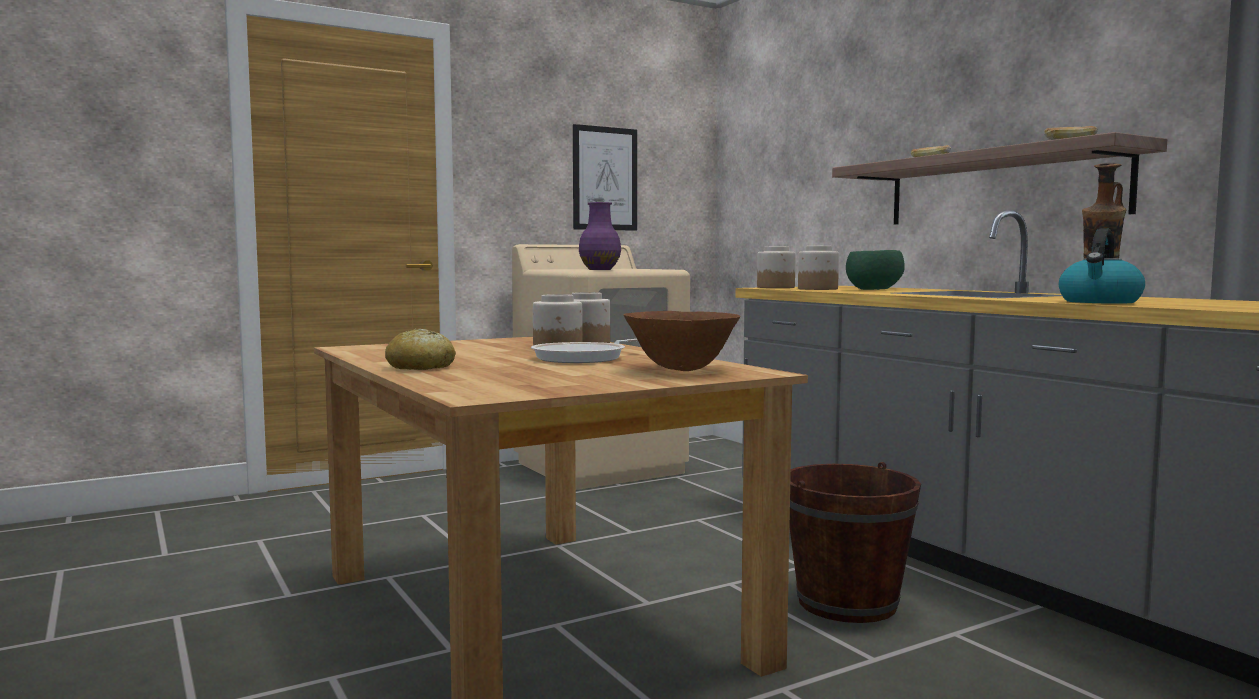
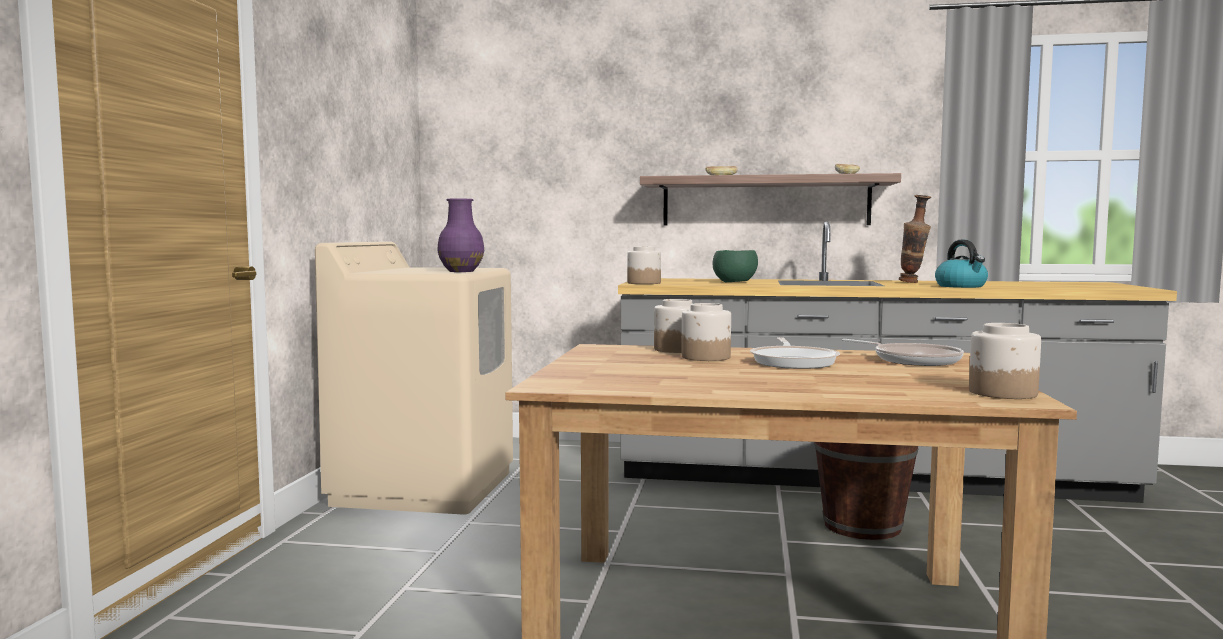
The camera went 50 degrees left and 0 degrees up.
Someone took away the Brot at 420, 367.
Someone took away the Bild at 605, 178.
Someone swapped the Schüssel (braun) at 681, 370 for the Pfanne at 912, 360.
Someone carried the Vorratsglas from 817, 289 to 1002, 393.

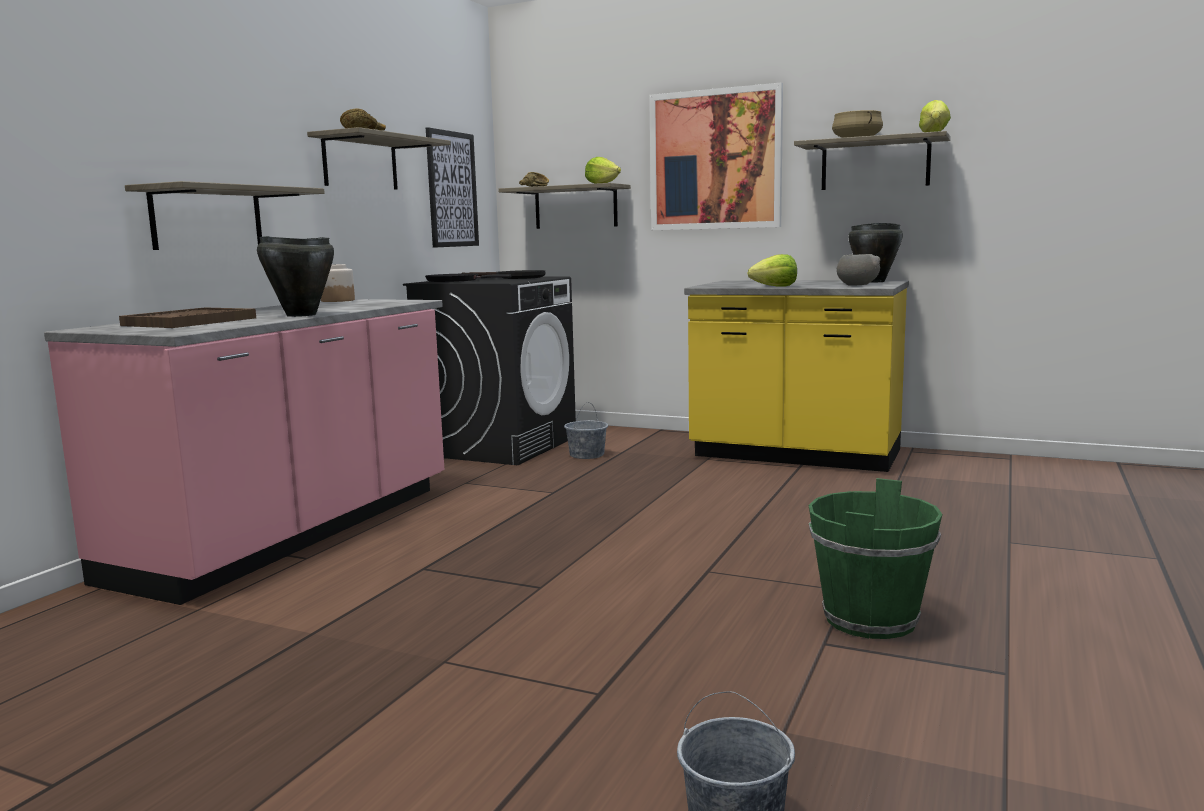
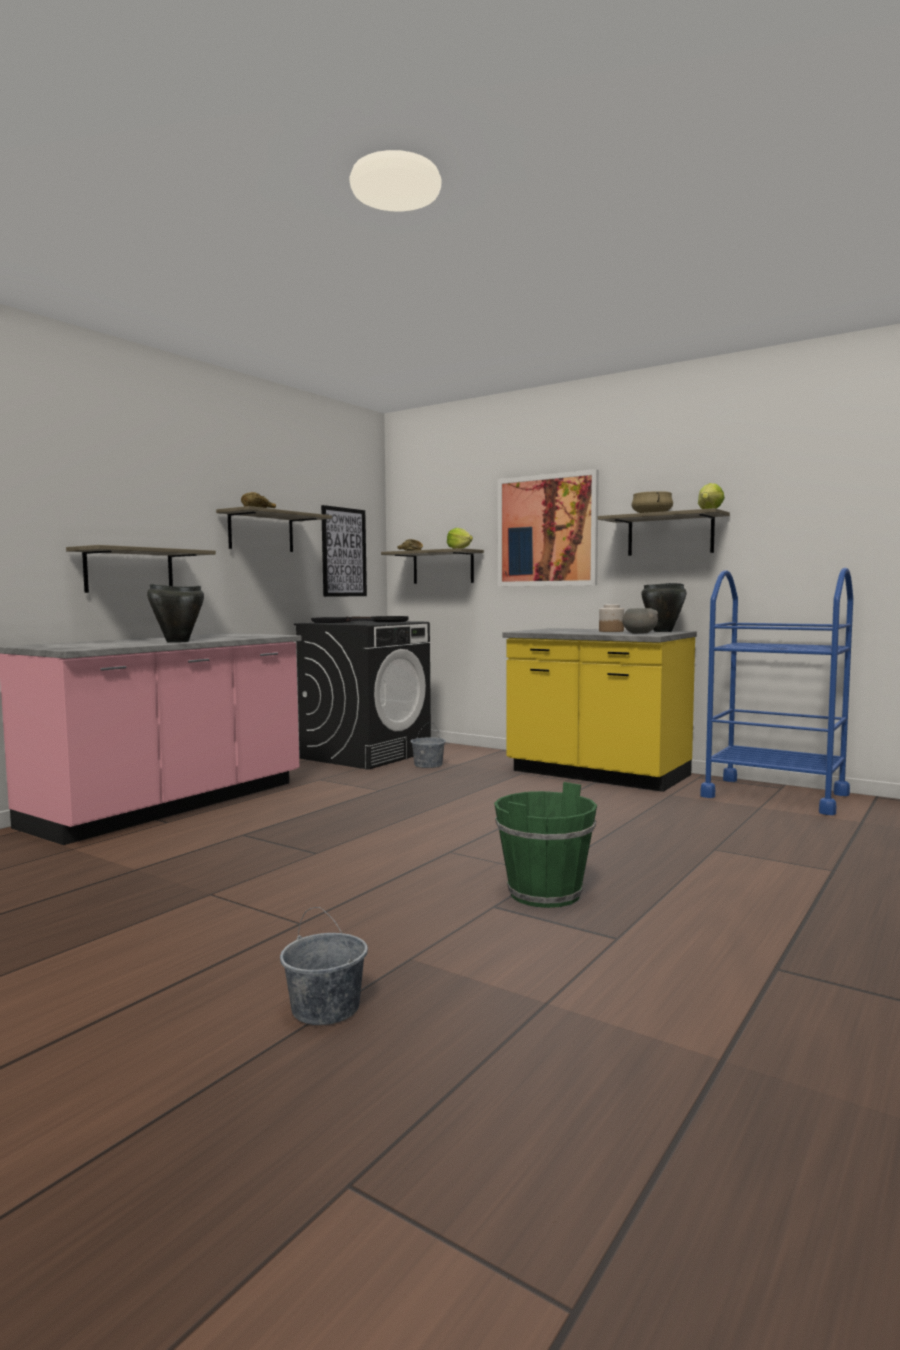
The camera went 10 degrees right and 5 degrees down.
Someone took away the Tablett (braun) at 190, 322.
Someone carried the Vorratsglas from 337, 300 to 611, 631.
Someone took away the Salatkopf at 775, 286.
Someone put down the Rollwagen (blau) at 774, 795.

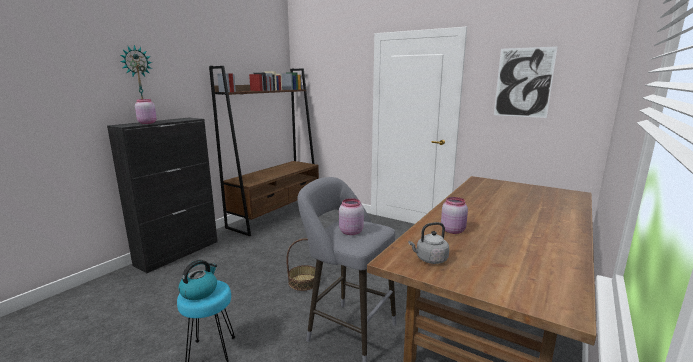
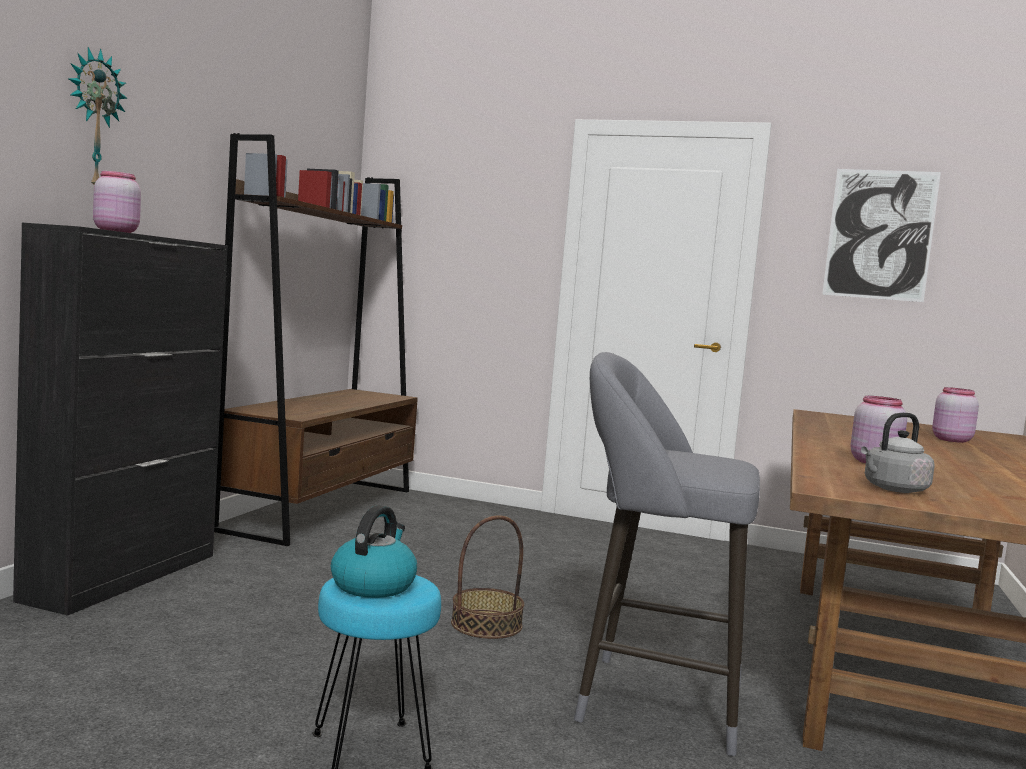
The camera went 15 degrees left and 10 degrees down.
Someone carried the Vorratsglas (rosa) from 350, 232 to 950, 440.

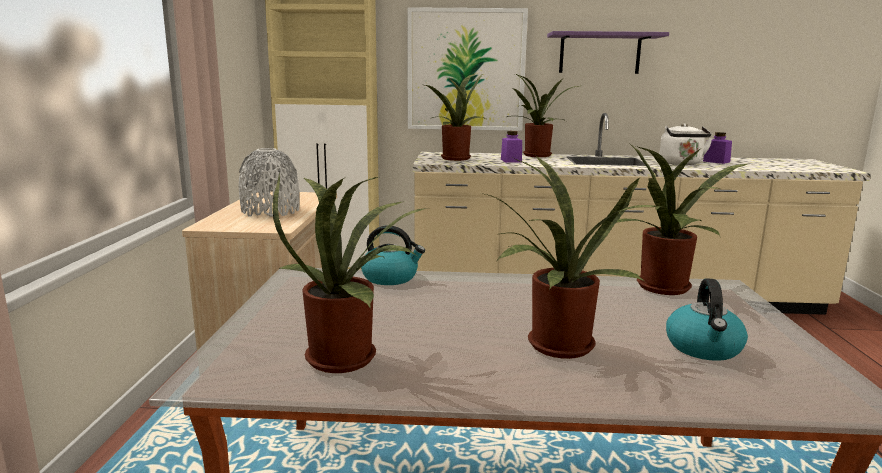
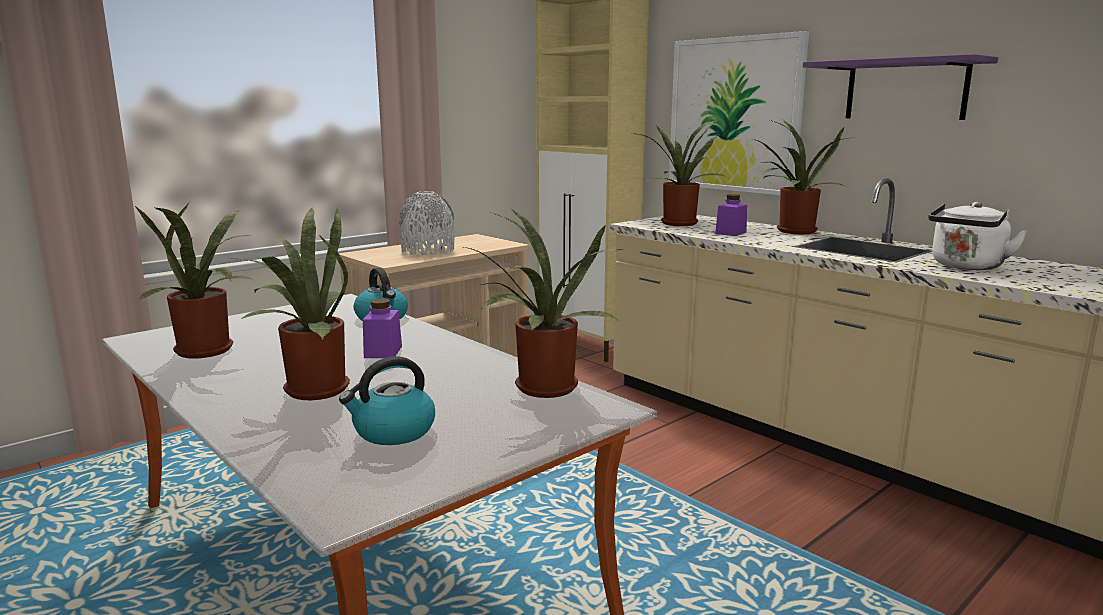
The camera went 45 degrees right and 0 degrees up.
Someone carried the Vorratsglas (lila) from 716, 161 to 383, 352.

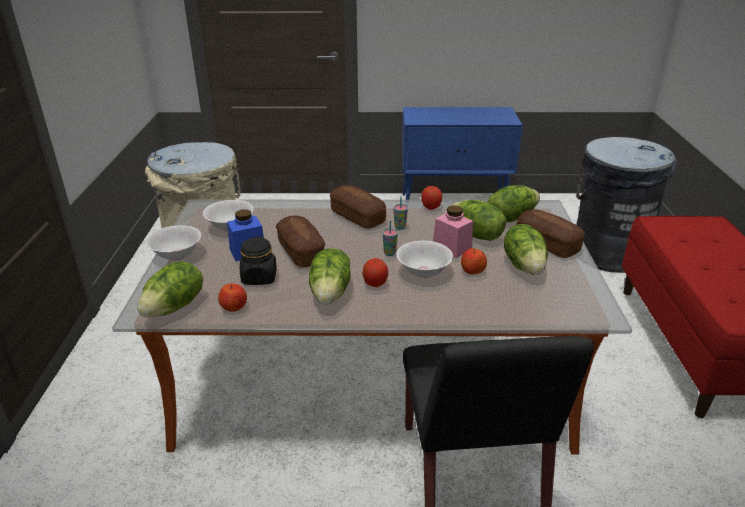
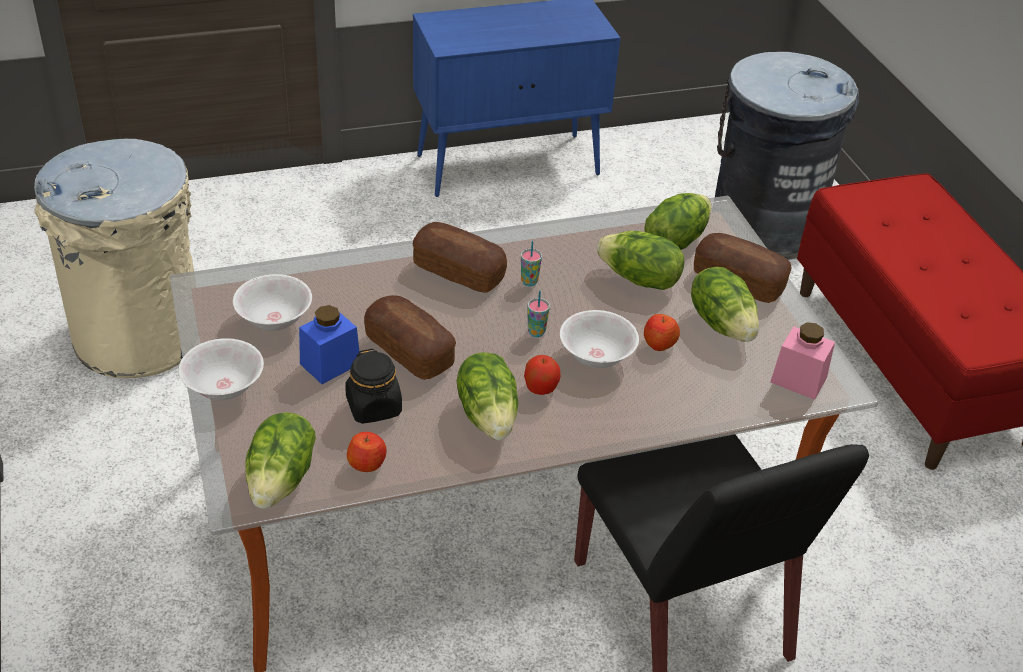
The camera went 20 degrees left and 10 degrees up.
Someone took away the Apfel at 431, 207.
Someone carried the Vorratsglas (rosa) from 452, 247 to 798, 380.

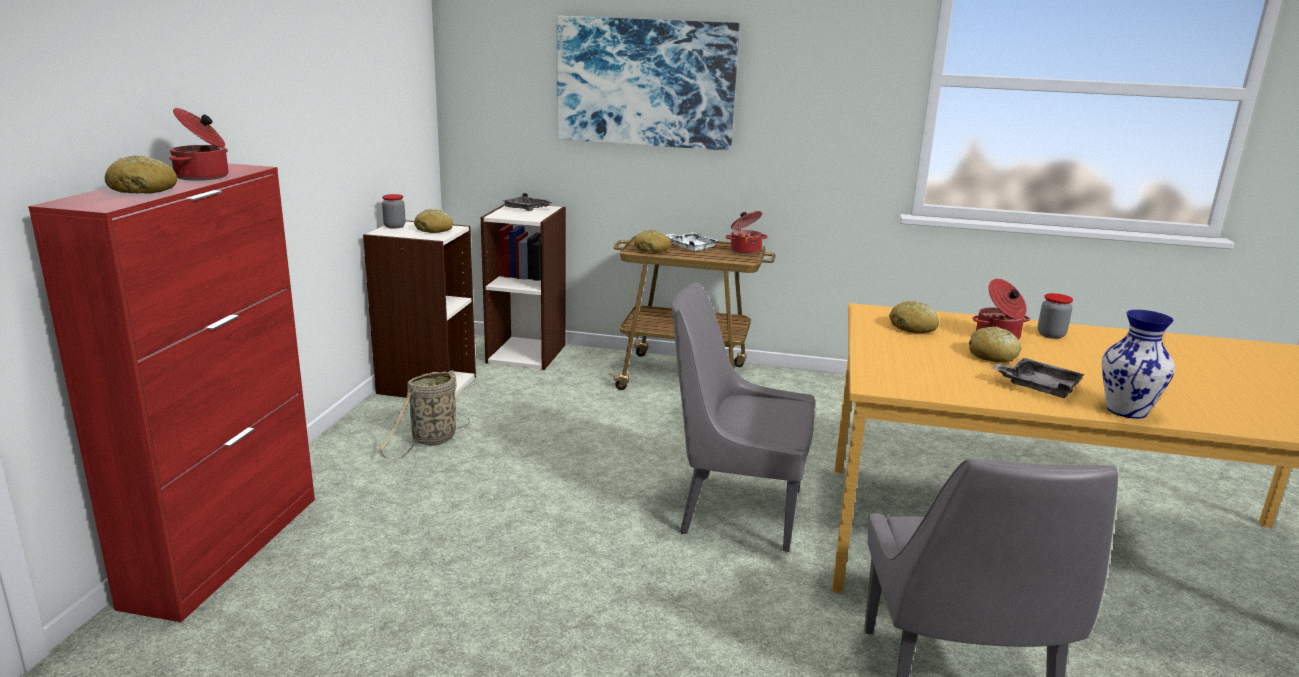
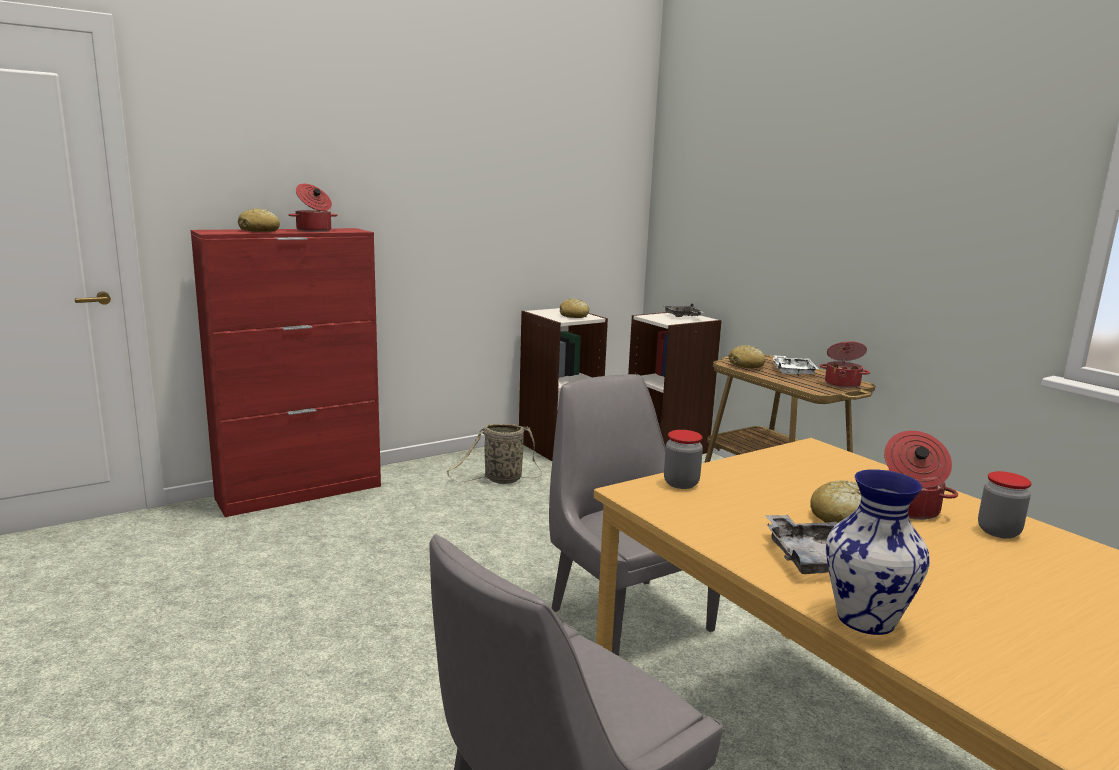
The camera went 45 degrees right and 5 degrees down.
Someone carried the Vorratsglas from 394, 226 to 681, 483.
Someone took away the Bild at 645, 83.
Someone took away the Brot at 913, 328.

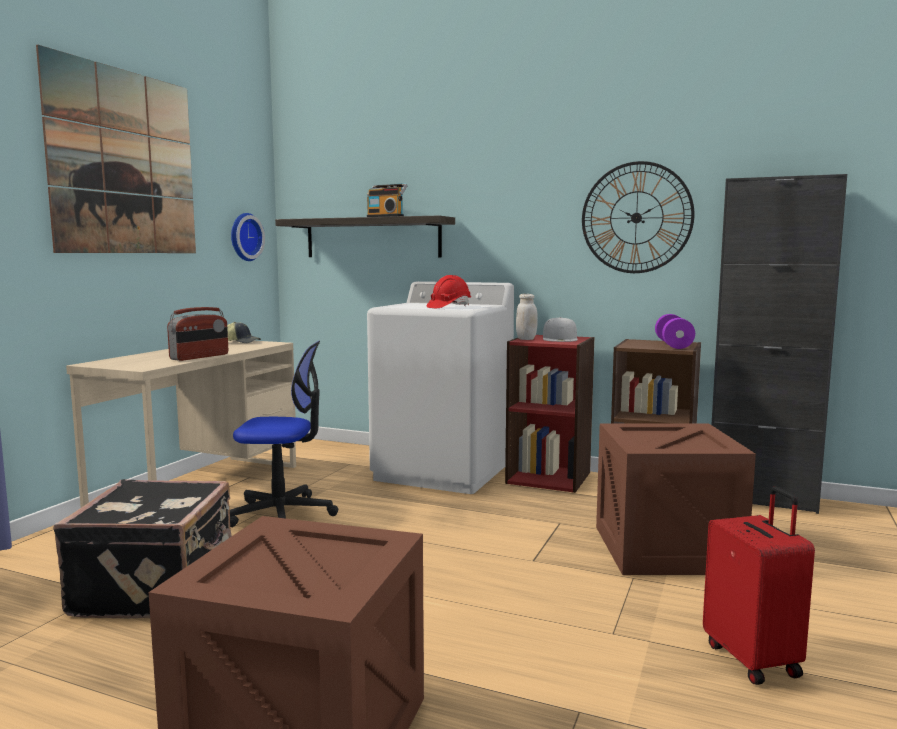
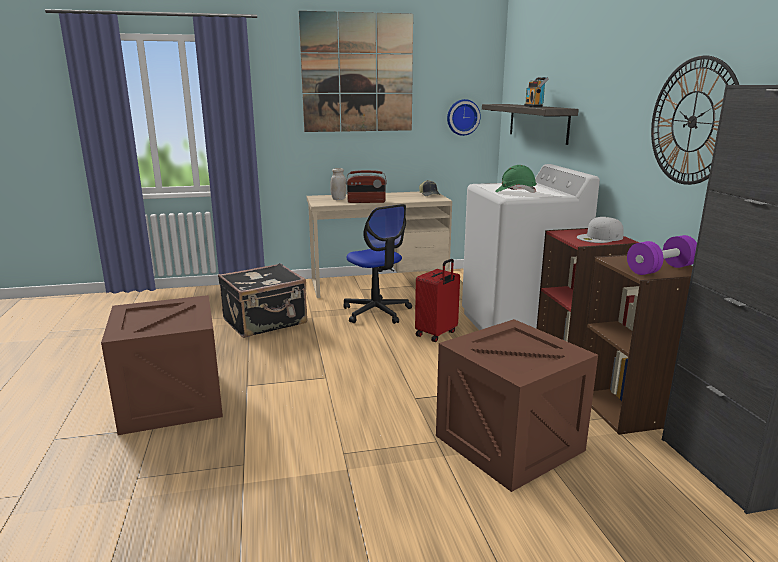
The camera went 55 degrees right and 10 degrees up.
Someone repainted the Schutzhelm (rot) at 449, 307, which became the Schutzhelm (grün) at 515, 192.
Someone carried the Vorratsglas (weiß) from 526, 339 to 338, 199.
Someone carried the Koffer (rot) from 753, 659 to 437, 334.

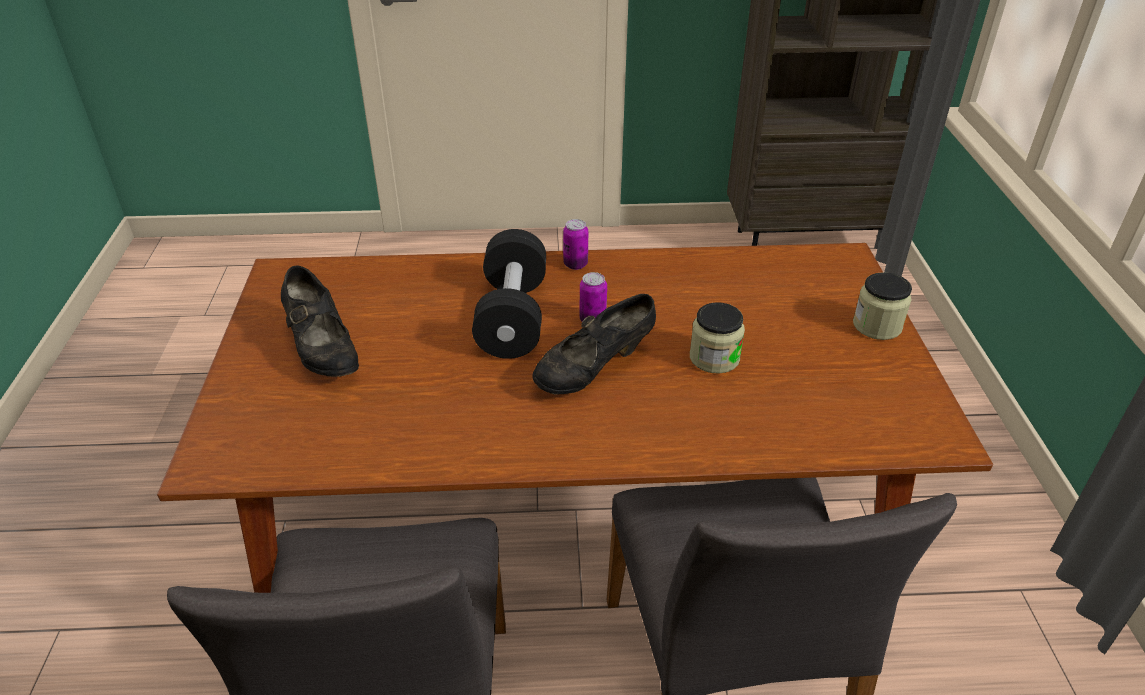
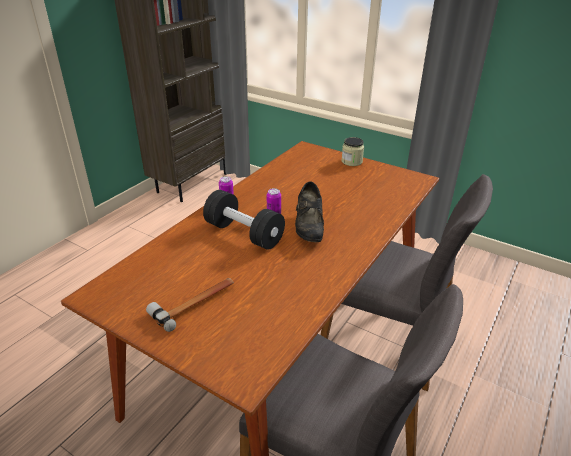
The camera went 55 degrees left and 5 degrees down.
Someone swapped the Schuh (schwarz) at 323, 352 for the Hammer at 195, 303.
Someone took away the Vorratsglas at 714, 358.

